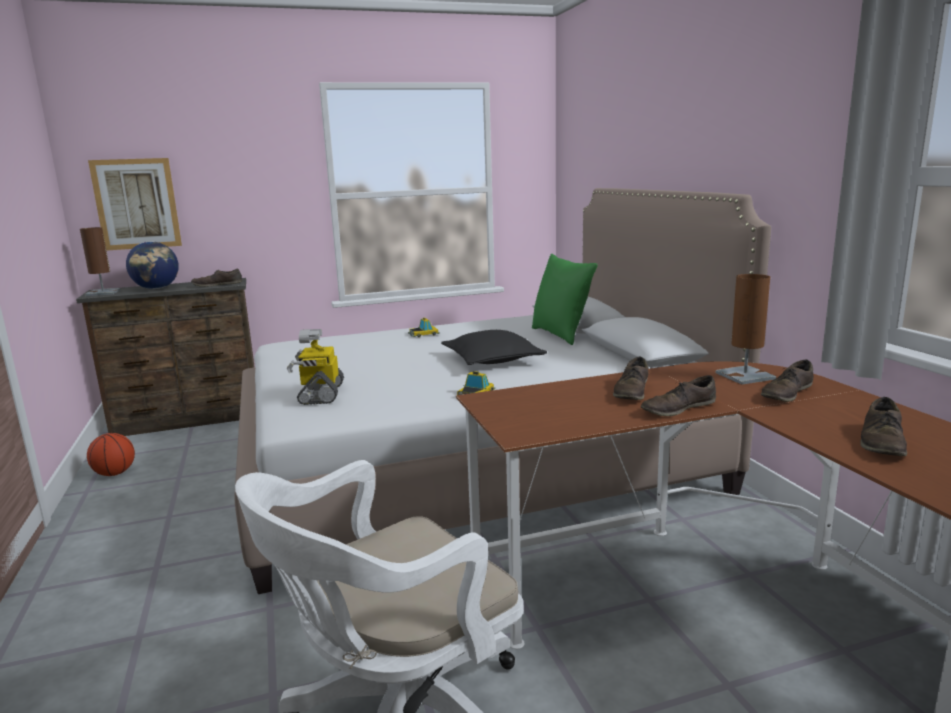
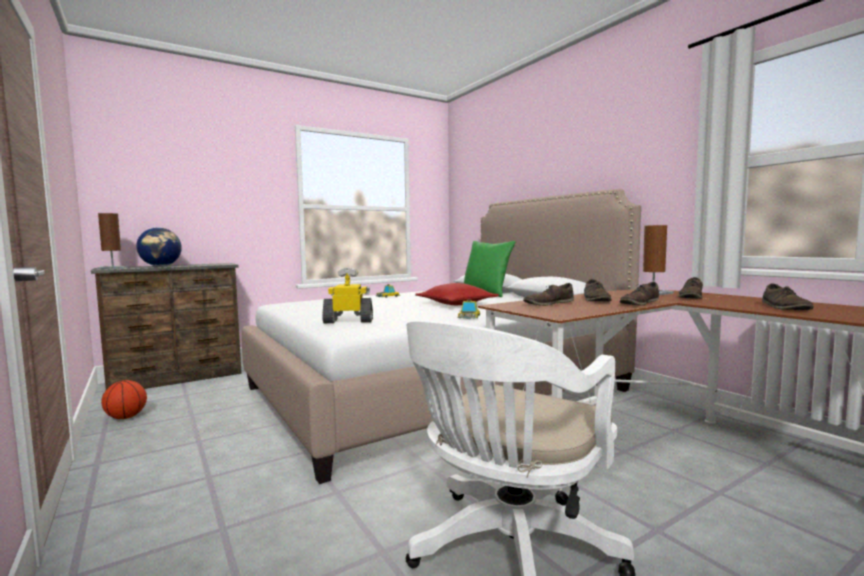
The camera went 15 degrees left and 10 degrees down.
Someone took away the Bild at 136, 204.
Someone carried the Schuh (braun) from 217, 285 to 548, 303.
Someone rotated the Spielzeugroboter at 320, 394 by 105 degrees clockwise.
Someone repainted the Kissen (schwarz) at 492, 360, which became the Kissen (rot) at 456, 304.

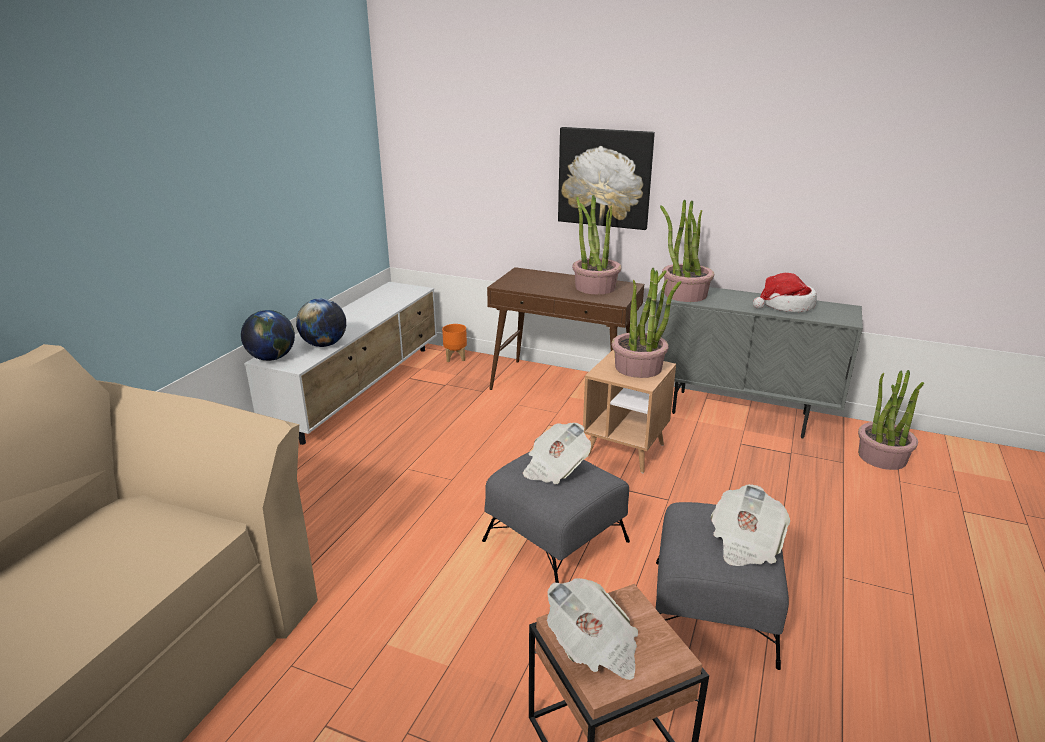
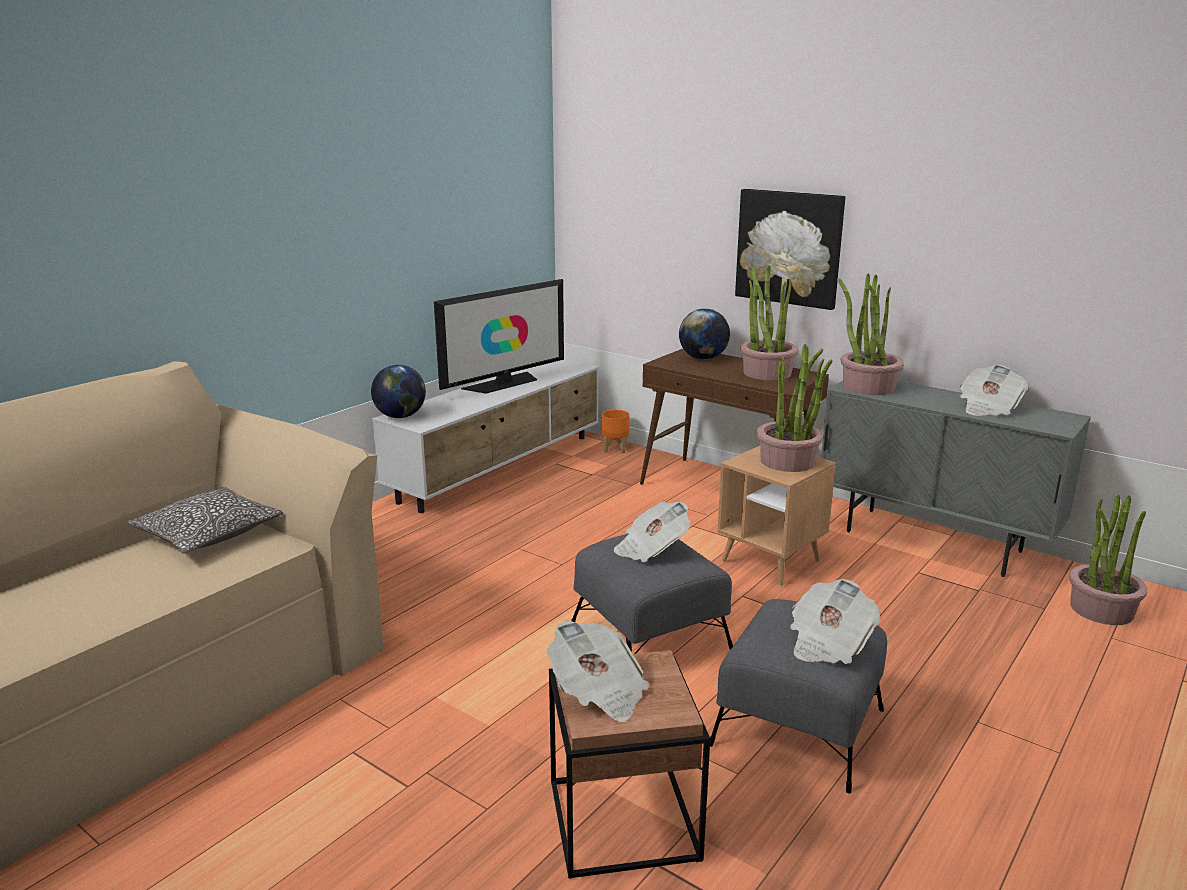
The camera went 15 degrees right and 5 degrees down.
Someone carried the Globus from 324, 344 to 703, 358.
Someone swapped the Hut at 785, 305 for the Zeitung at 988, 408.
Someone put down the Kissen at 208, 534.
Someone put down the Fernseher at 503, 383.

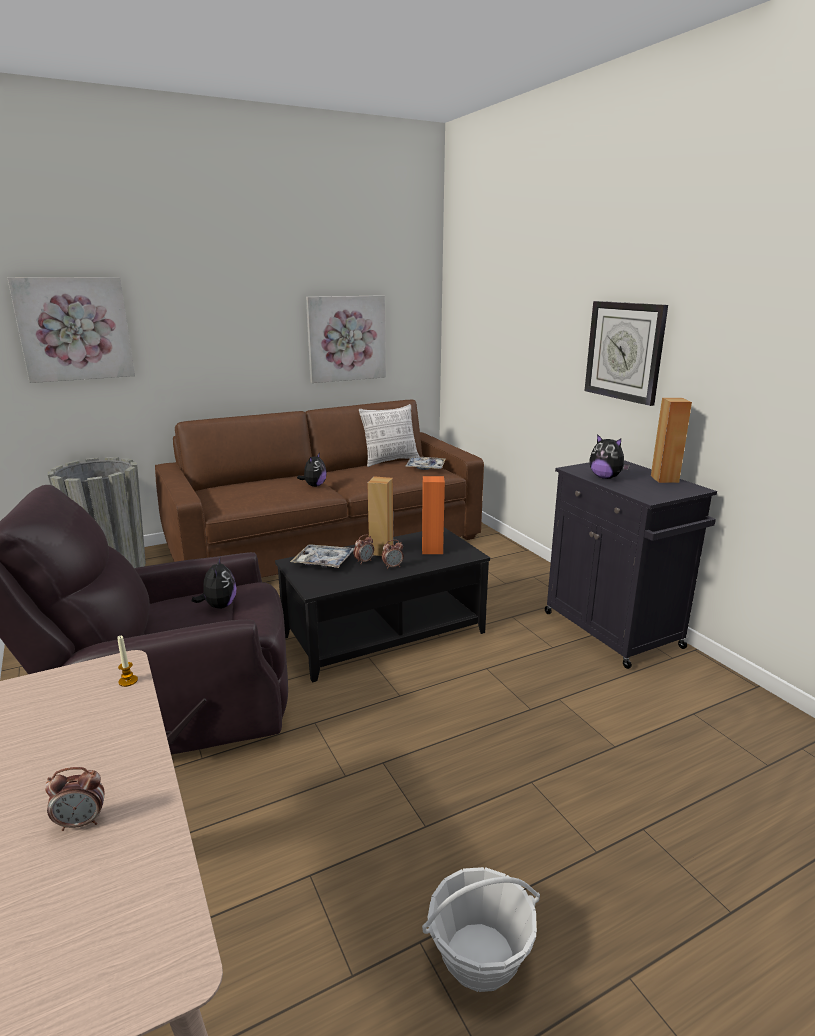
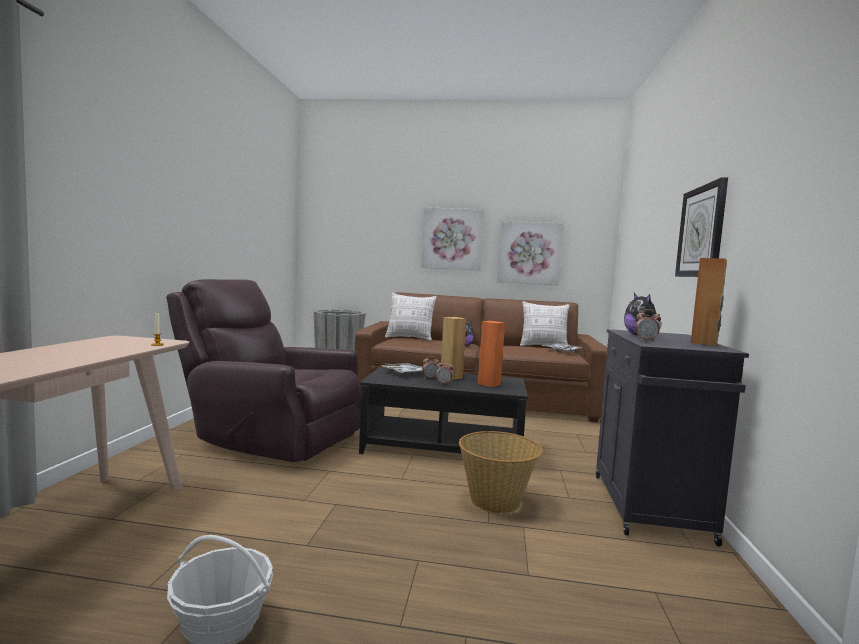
The camera went 35 degrees right and 15 degrees down.
Someone carried the Bild from 74, 329 to 452, 239.
Someone carried the Wecker from 82, 822 to 646, 340.
Someone took away the Plüschtier at 219, 606.
Someone put down the Kissen at 409, 338.
Someone put down the Korb at 496, 501.

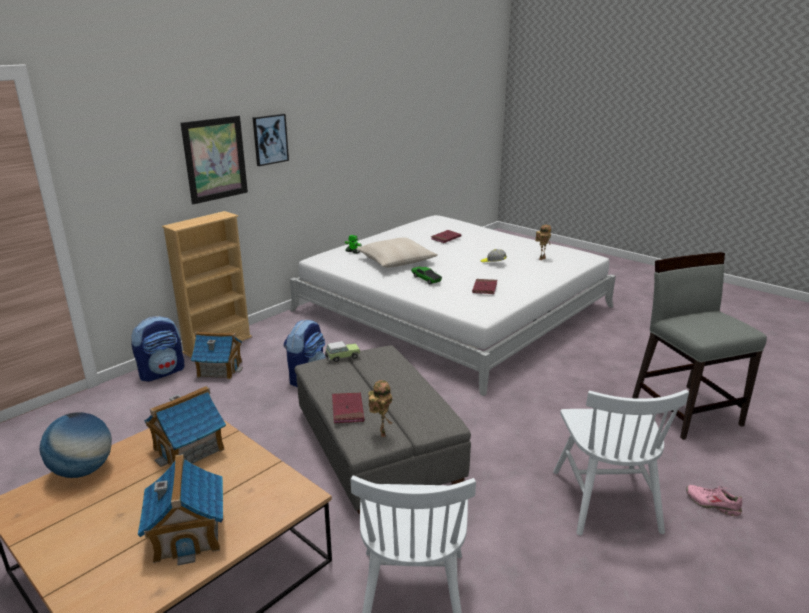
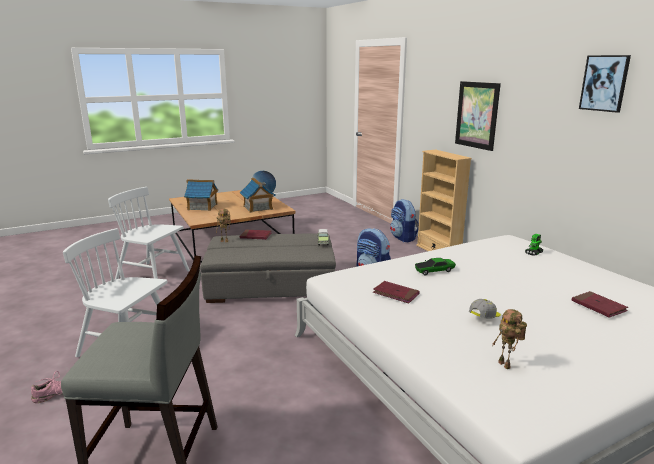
The camera went 110 degrees right and 5 degrees down.
Someone took away the Spielzeughaus at 219, 369.
Someone carried the Bild from 270, 139 to 604, 83.
Someone took away the Kissen (beige) at 396, 261.

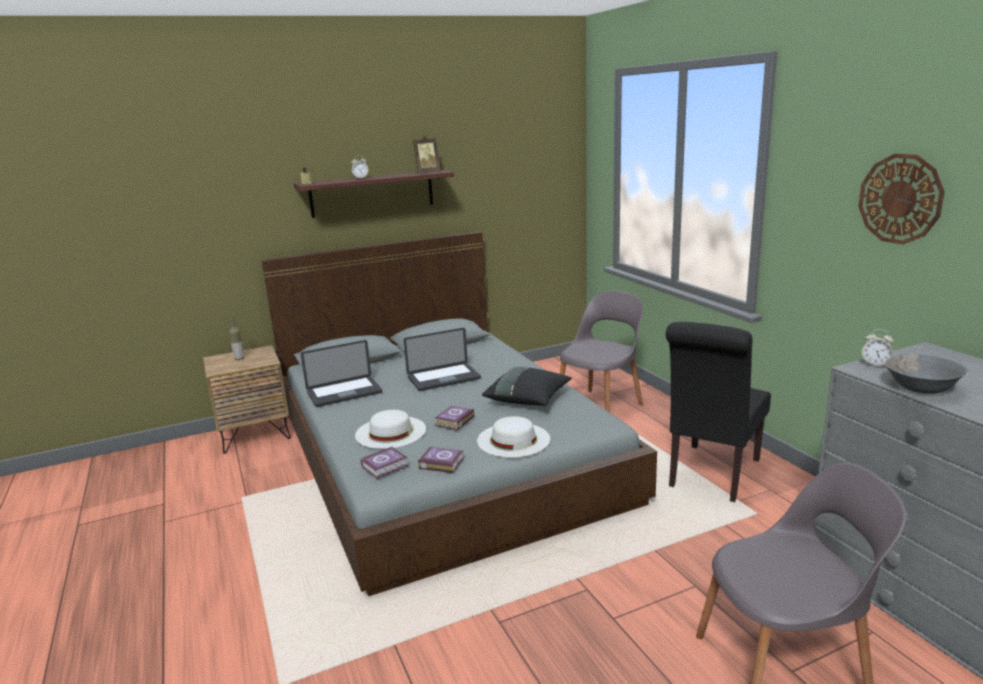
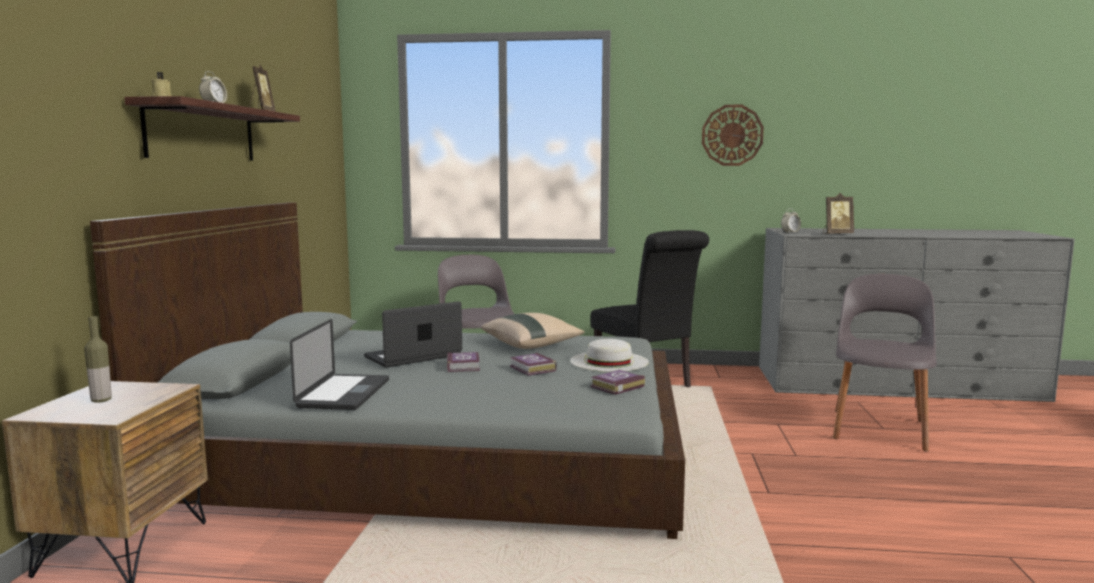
The camera went 60 degrees left and 10 degrees down.
Someone took away the Hut (weiß) at 390, 432.
Someone carried the Buch from 386, 466 to 464, 366.
Someone rotated the Laptop at 444, 378 by 135 degrees counterclockwise.
Someone repainted the Kissen (schwarz) at 528, 399, which became the Kissen (beige) at 532, 345.
Someone swapped the Schüssel (grau) at 922, 388 for the Bilderrahmen at 836, 234.

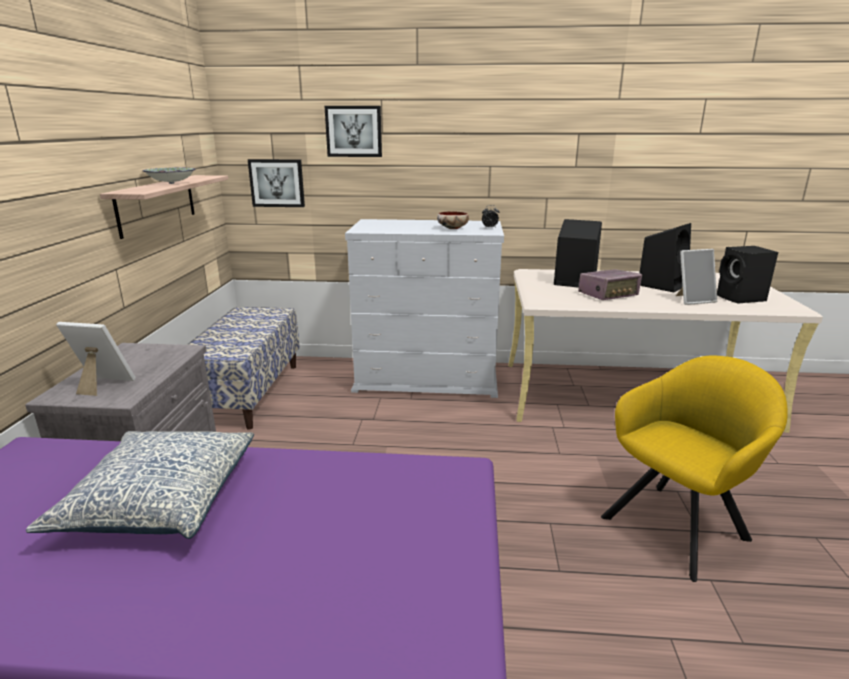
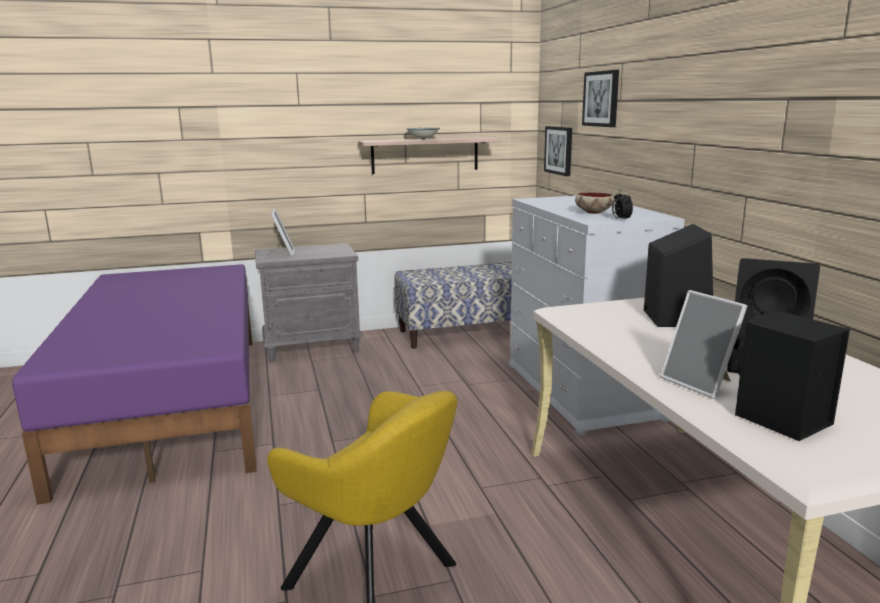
The camera went 70 degrees right and 5 degrees down.
Someone took away the Kissen at 160, 499.
Someone took away the Radio at 608, 295.

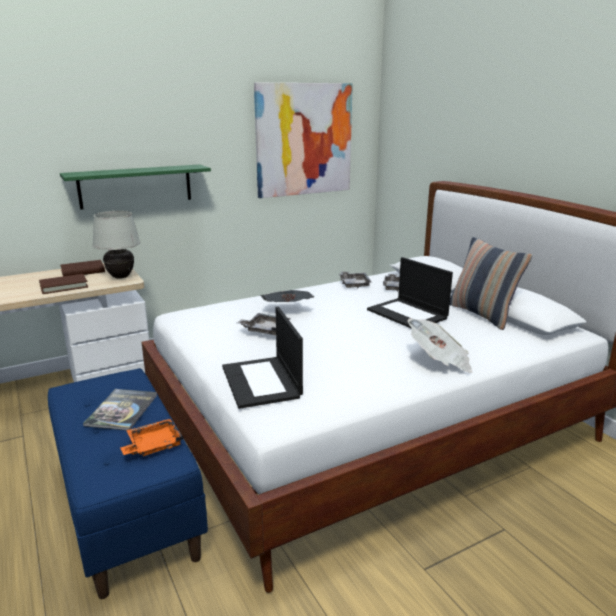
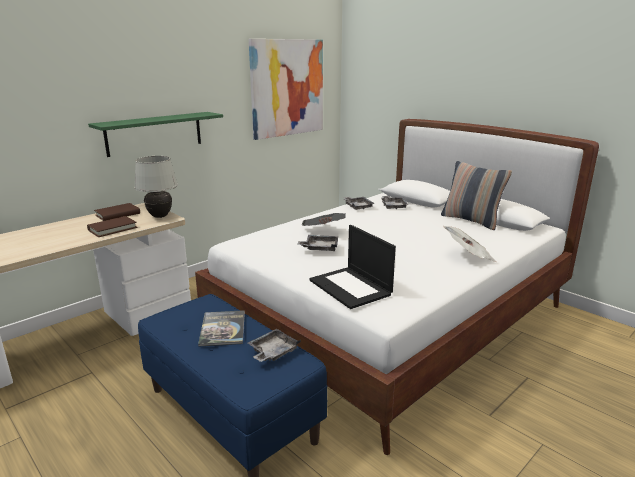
The camera went 15 degrees left and 0 degrees up.
Someone repainted the Tablett (orange) at 153, 445, which became the Tablett (grau) at 272, 352.
Someone took away the Laptop at 408, 314.

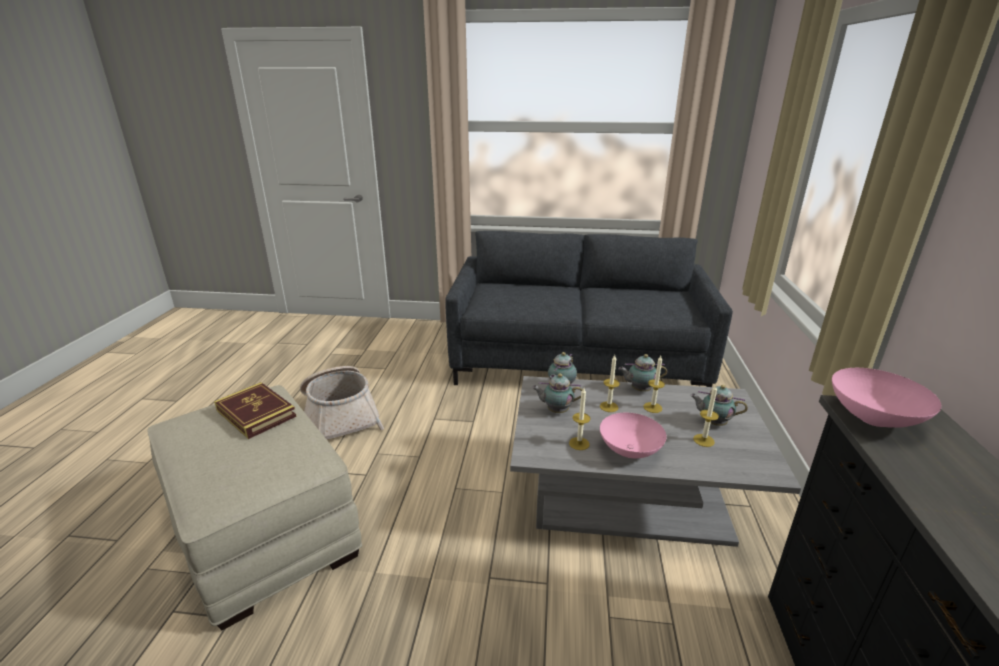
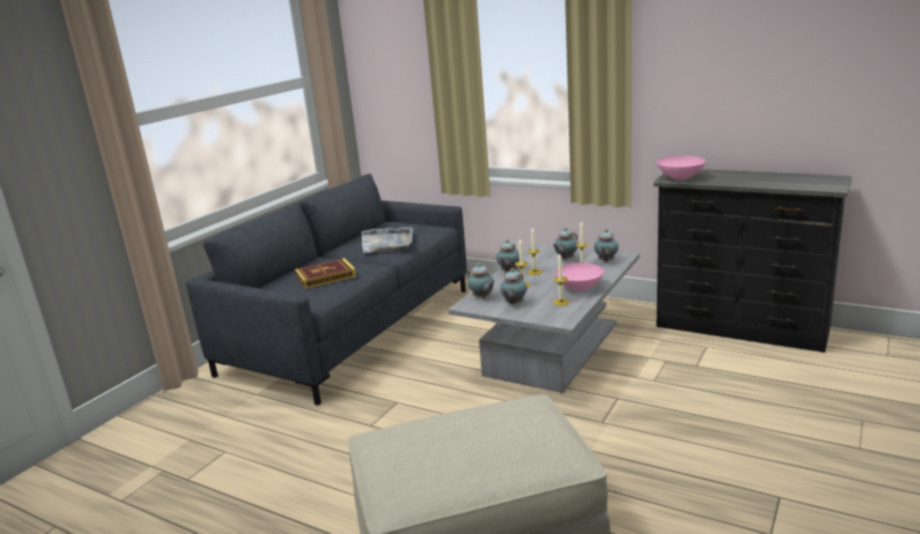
The camera went 65 degrees left and 5 degrees down.
Someone carried the Buch from 256, 413 to 326, 277.
Someone took away the Korb at 340, 416.
Someone put down the Tablett (grau) at 387, 242.
Someone put down the Teekanne at 605, 261.

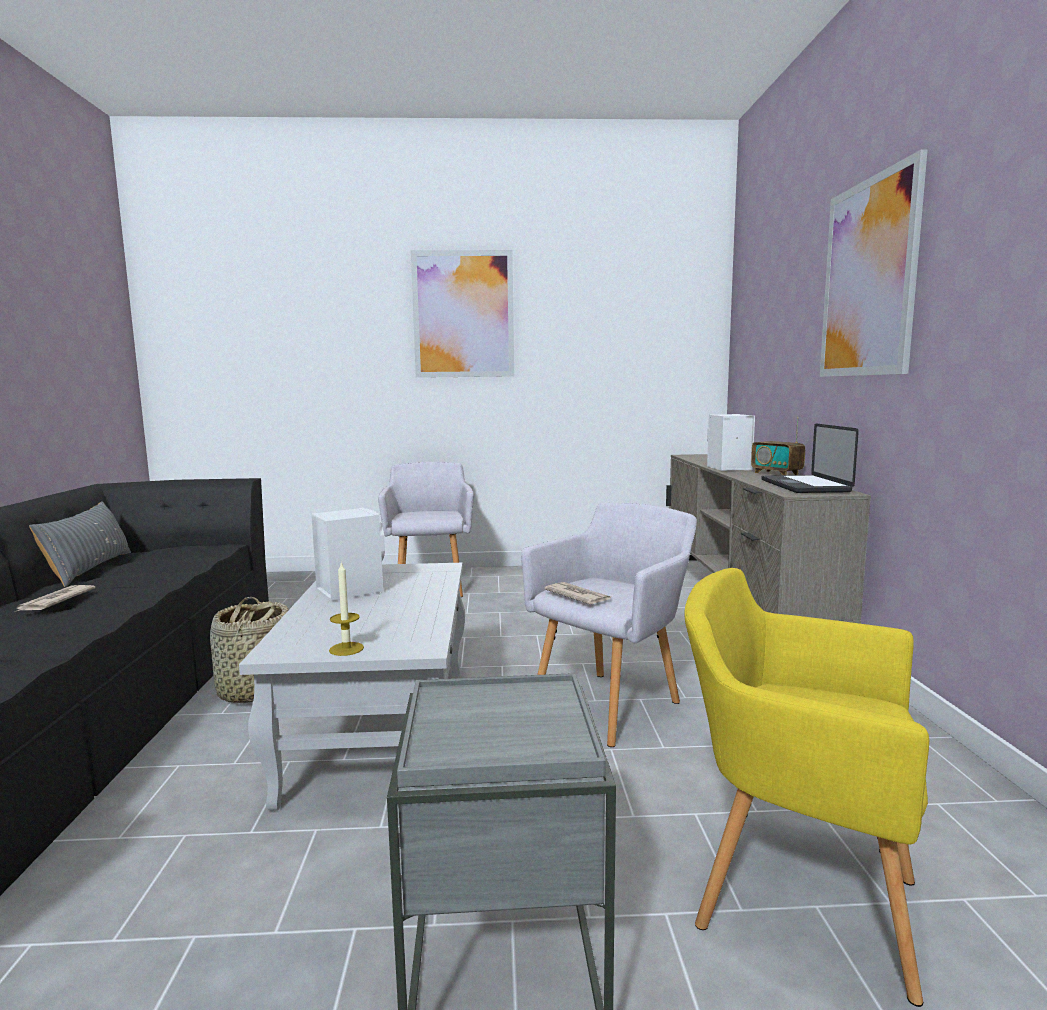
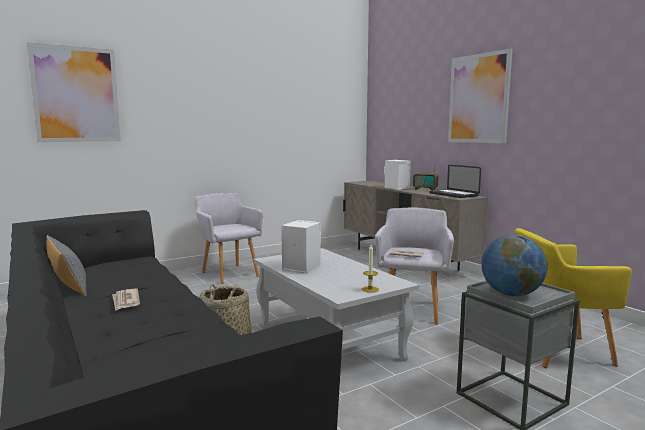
The camera went 30 degrees left and 0 degrees up.
Someone carried the Bild from 463, 315 to 76, 95.
Someone put down the Globus at 511, 294.

